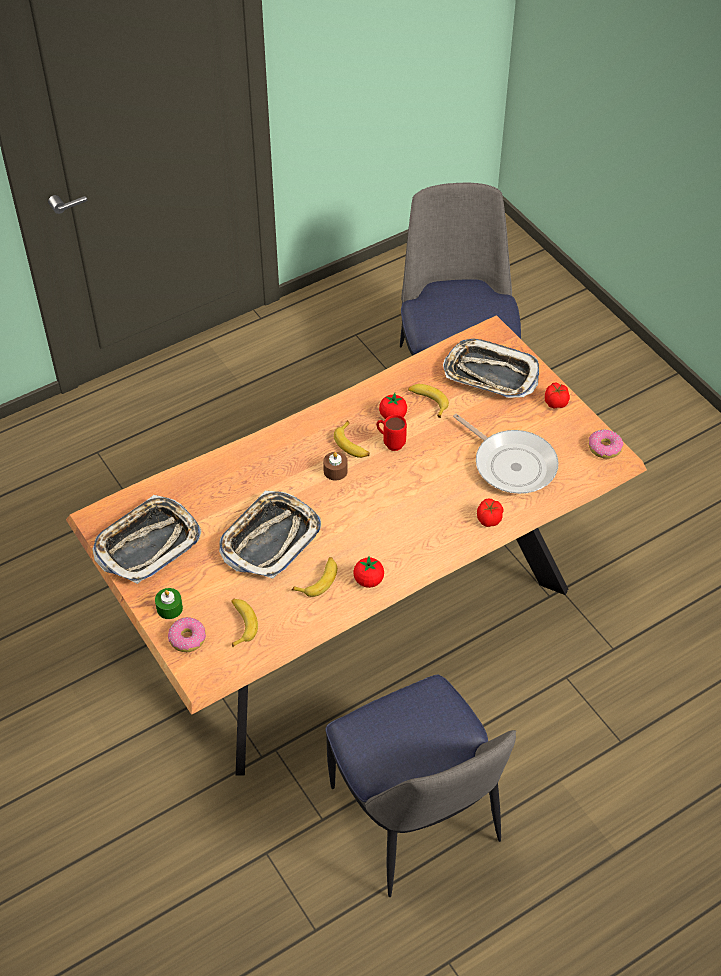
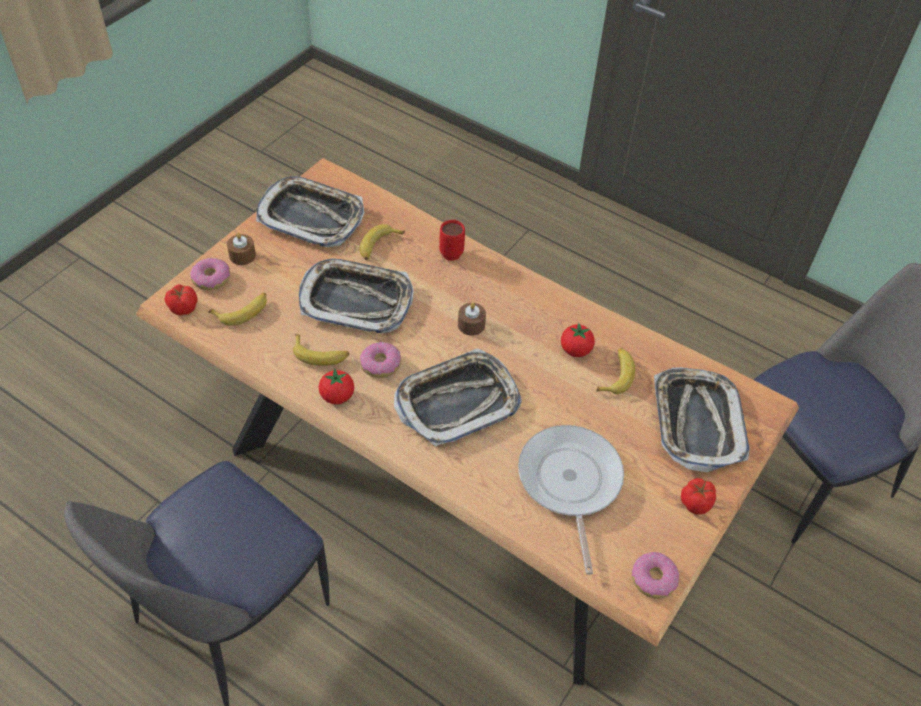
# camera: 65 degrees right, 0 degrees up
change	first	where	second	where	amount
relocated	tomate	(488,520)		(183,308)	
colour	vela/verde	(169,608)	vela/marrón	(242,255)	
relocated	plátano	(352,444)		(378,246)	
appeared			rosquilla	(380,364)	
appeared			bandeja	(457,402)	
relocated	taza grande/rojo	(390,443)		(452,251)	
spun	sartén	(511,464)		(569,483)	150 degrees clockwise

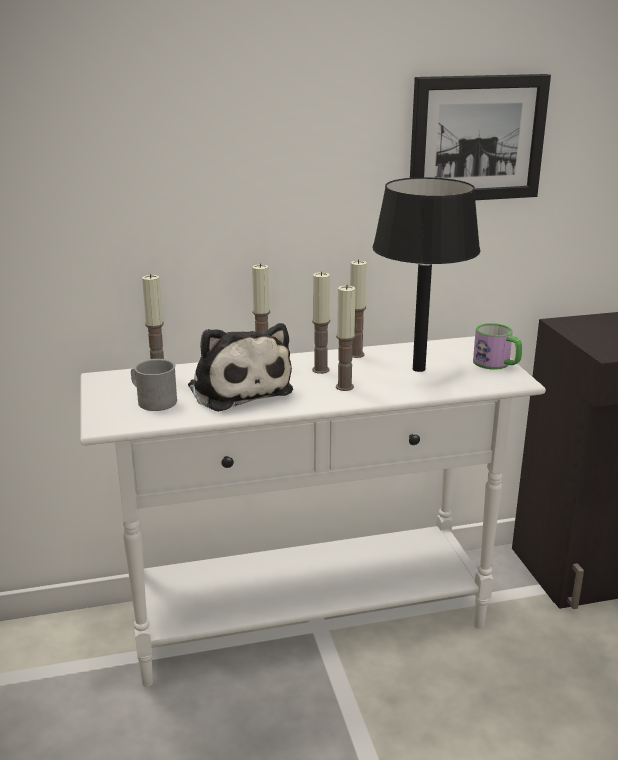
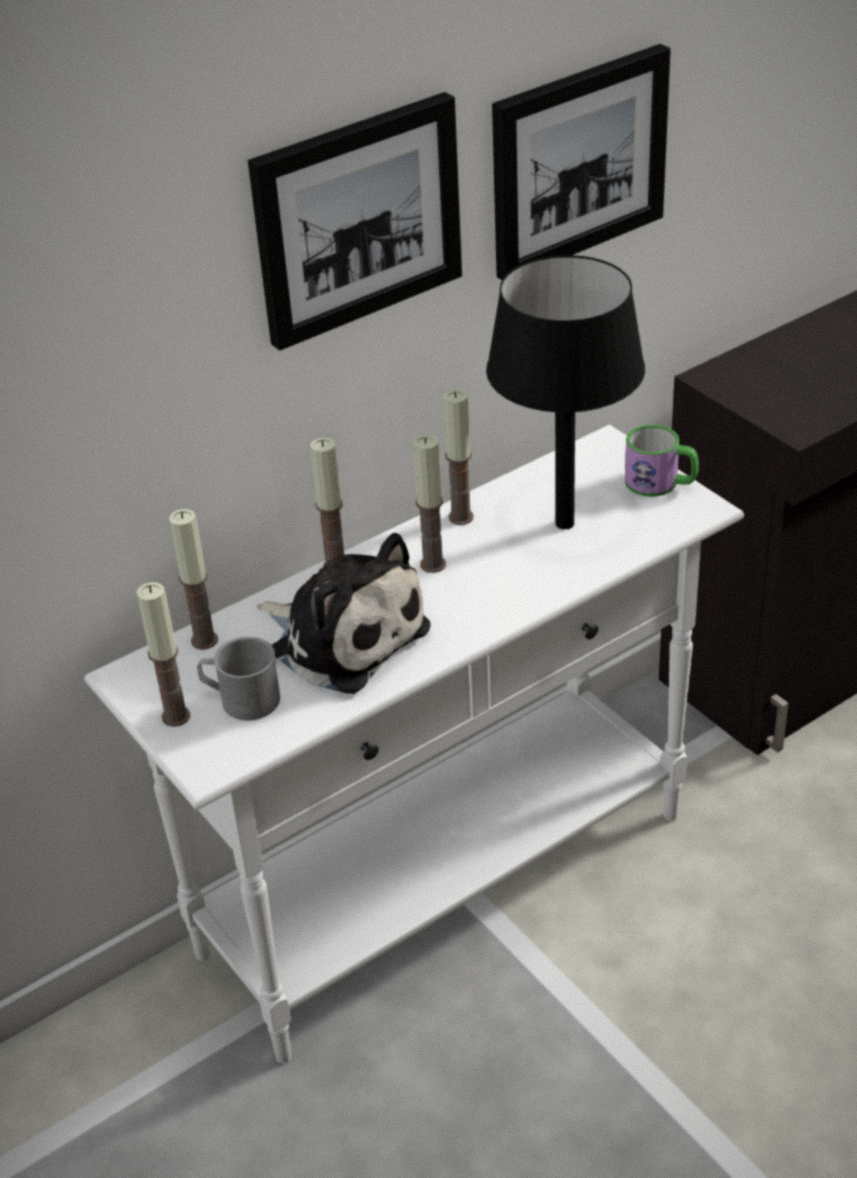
# camera: 20 degrees left, 15 degrees up
change	first	where	second	where	amount
relocated	vela	(344,387)		(176,716)	
appeared			cuadro	(357,219)	

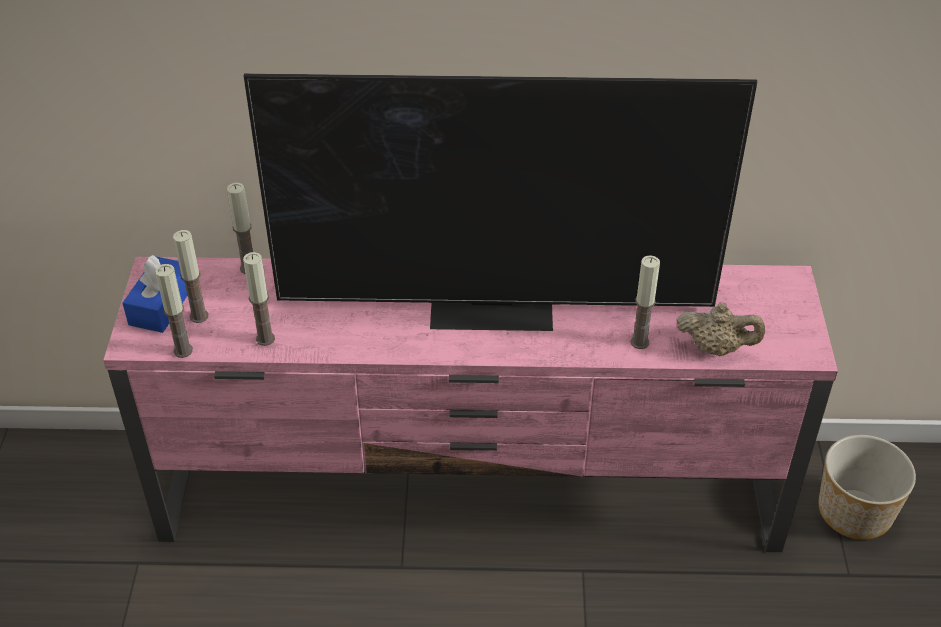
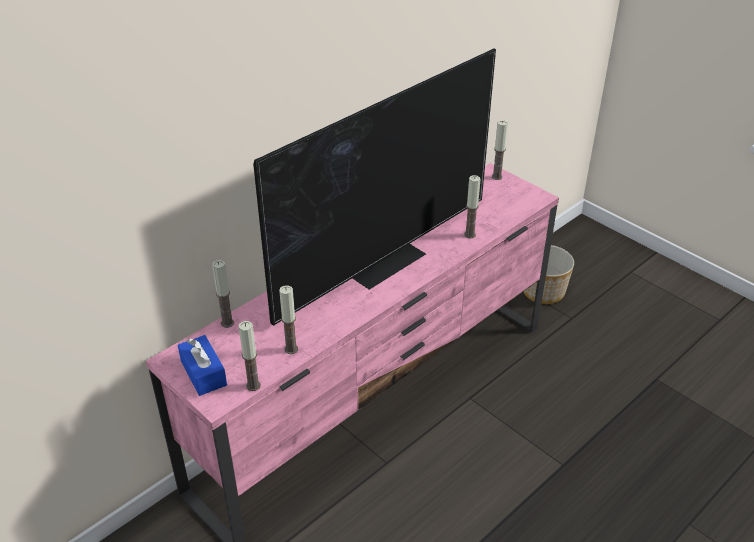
# camera: 45 degrees left, 5 degrees down
change	first	where	second	where	amount
relocated	vela	(199,316)		(497,177)	
missing	tetera/beis	(716,348)			

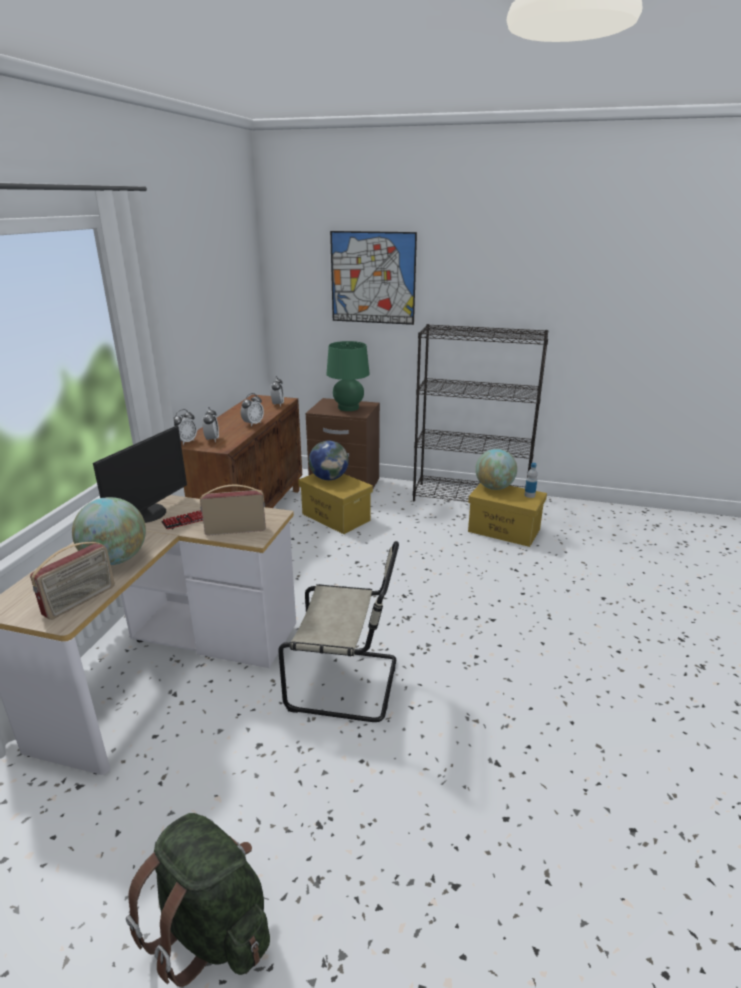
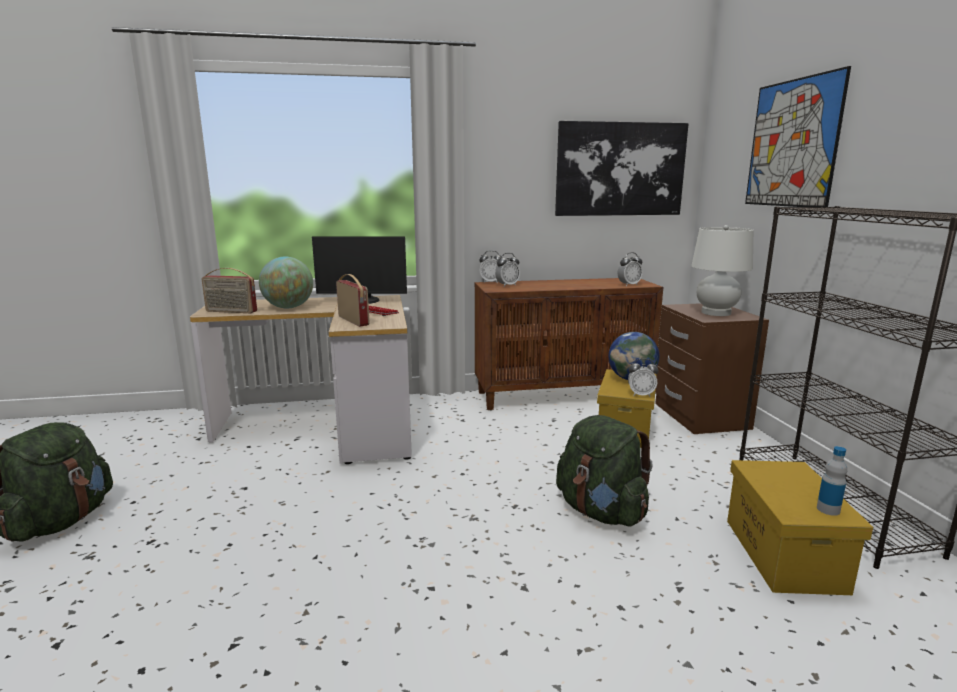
# camera: 65 degrees right, 10 degrees down
change	first	where	second	where	amount
appeared			cuadro	(620,169)	
appeared			mochila/verde	(601,512)	
relocated	despertador	(253,424)		(641,395)	
colour	lámpara de mesa/verde	(348,408)	lámpara de mesa/blanco	(716,313)	
missing	silla/beis	(348,683)			
missing	globo terráqueo	(494,487)			

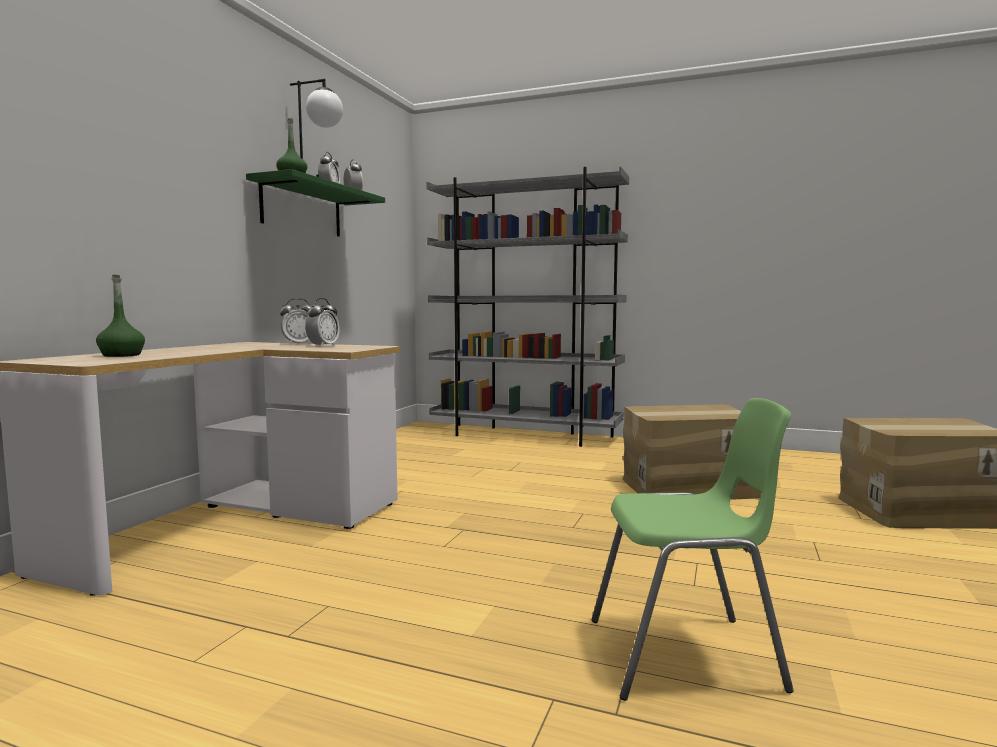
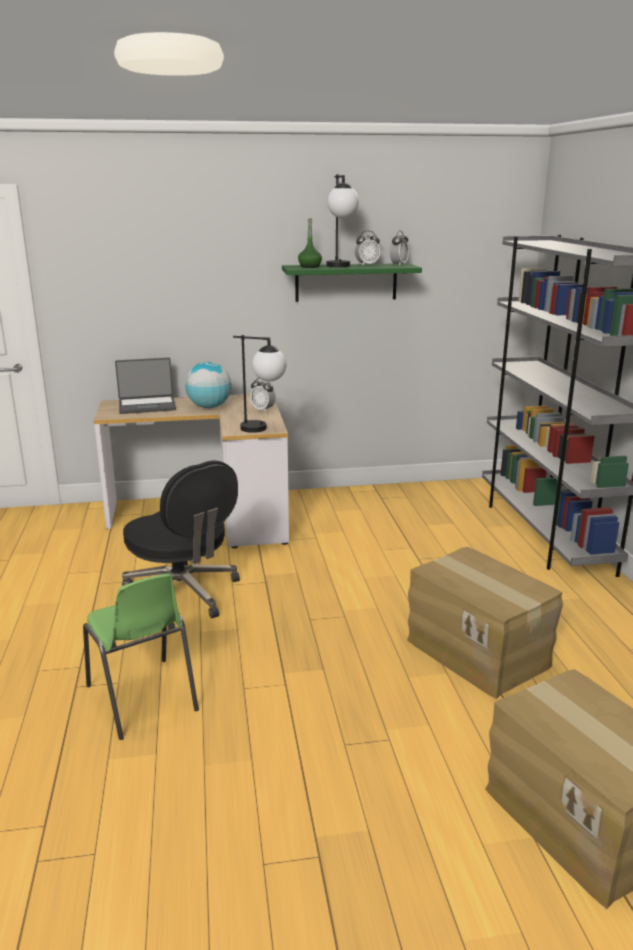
# camera: 60 degrees right, 15 degrees up
change	first	where	second	where	amount
exchanged	botella/verde	(121,355)	portátil	(147,406)	
appeared			silla de oficina/negro	(183,594)	
appeared			globo terráqueo	(209,407)	
appeared			lámpara de mesa	(263,429)	
missing	despertador	(323,346)			

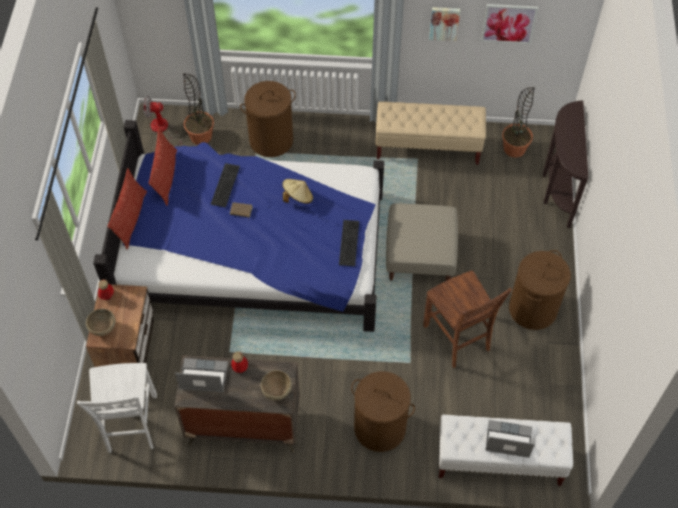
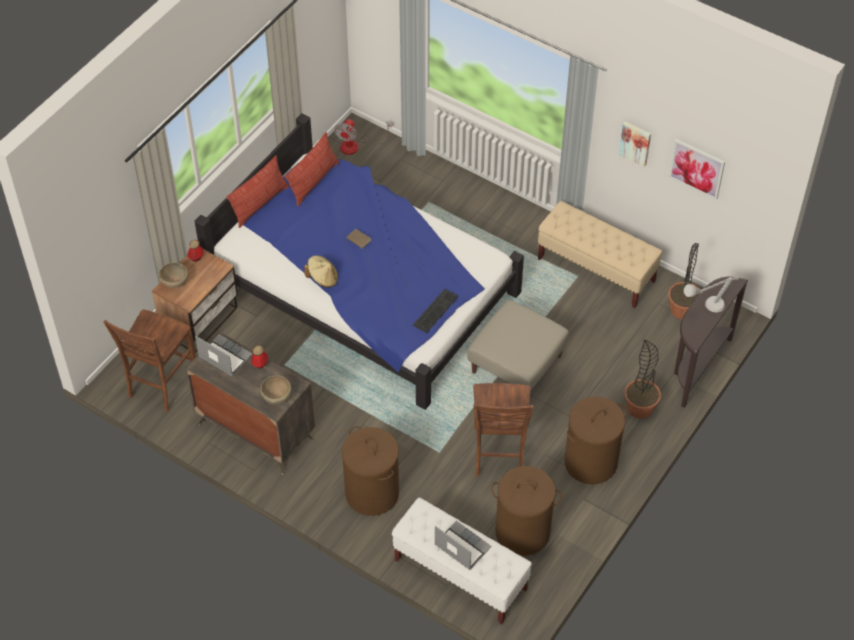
# camera: 30 degrees right, 5 degrees down
change	first	where	second	where	amount
colour	silla/blanco	(130,425)	silla/marrón	(161,384)	
relocated	sombrero/beis	(297,197)		(322,278)	
spun	ventilador	(163,130)		(356,145)	105 degrees counterclockwise
relocated	cesto de la ropa/marrón	(271,140)		(523,532)	
relocated	planta en maceta	(201,136)		(640,408)	
appeared			lámpara de mesa/gris	(706,308)	
missing	teclado	(224,184)			

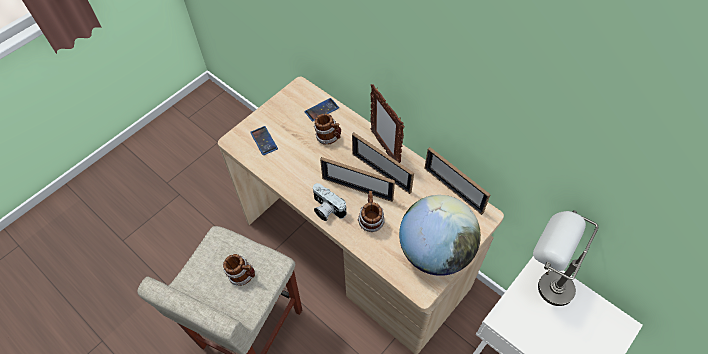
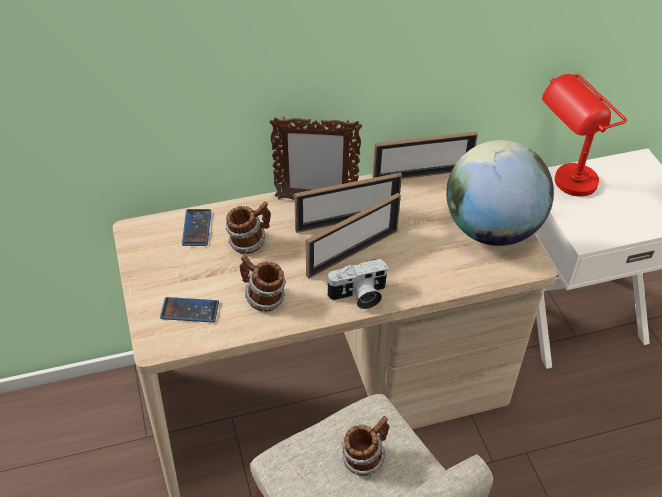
# camera: 60 degrees left, 10 degrees down
change	first	where	second	where	amount
relocated	taza grande	(370,220)		(262,298)	
colour	lámpara de mesa/gris	(543,283)	lámpara de mesa/rojo	(564,187)	

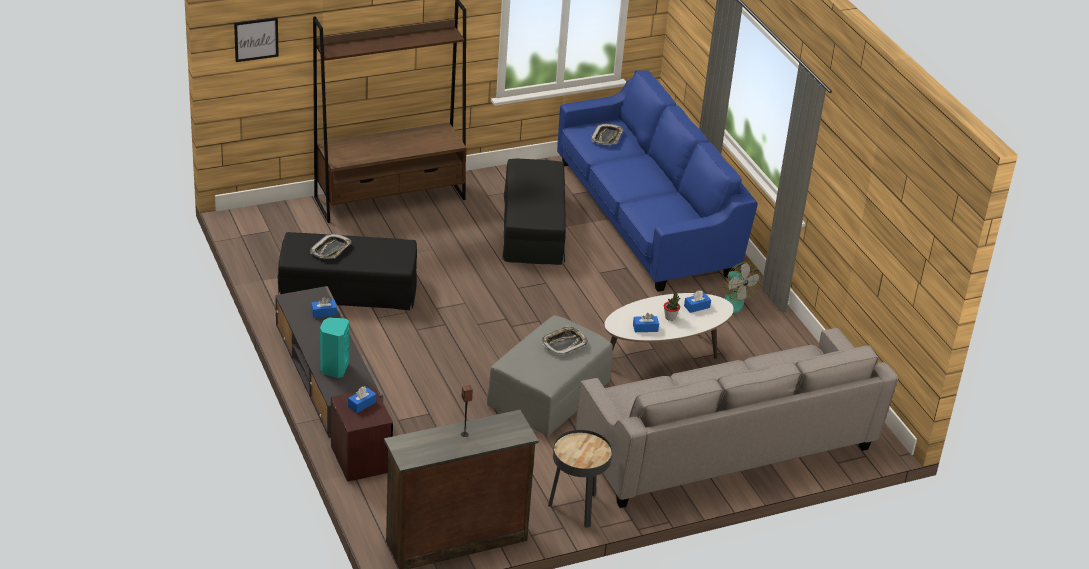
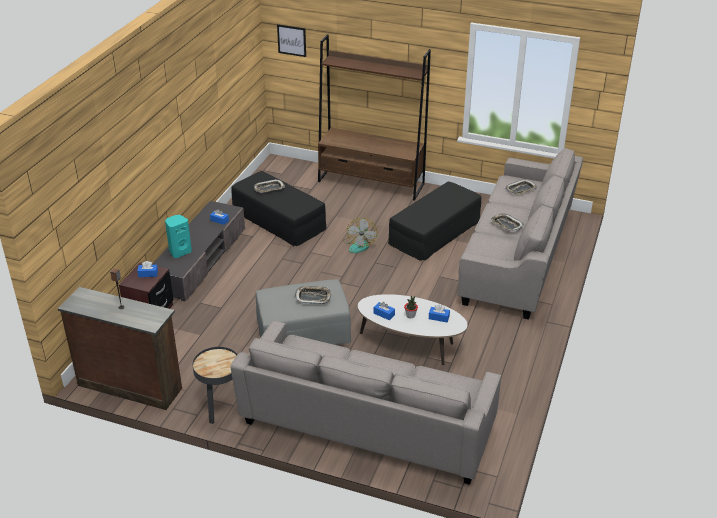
# camera: 45 degrees right, 0 degrees up
change	first	where	second	where	amount
relocated	ventilador	(729,300)		(359,244)	
colour	sofá/azul	(645,218)	sofá/gris	(517,257)	
appeared			bandeja	(506,224)	

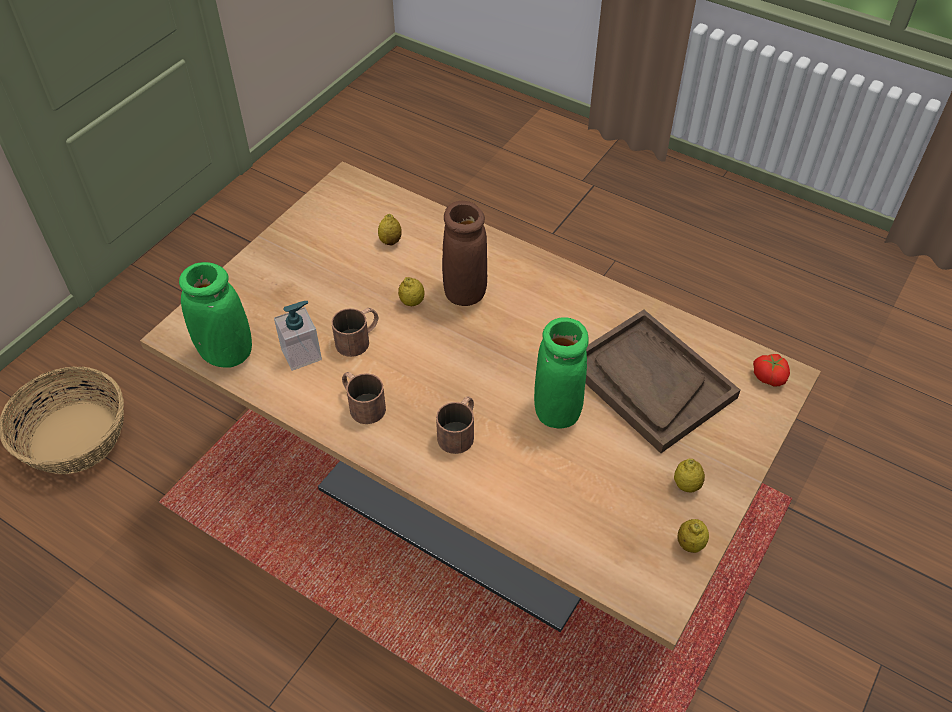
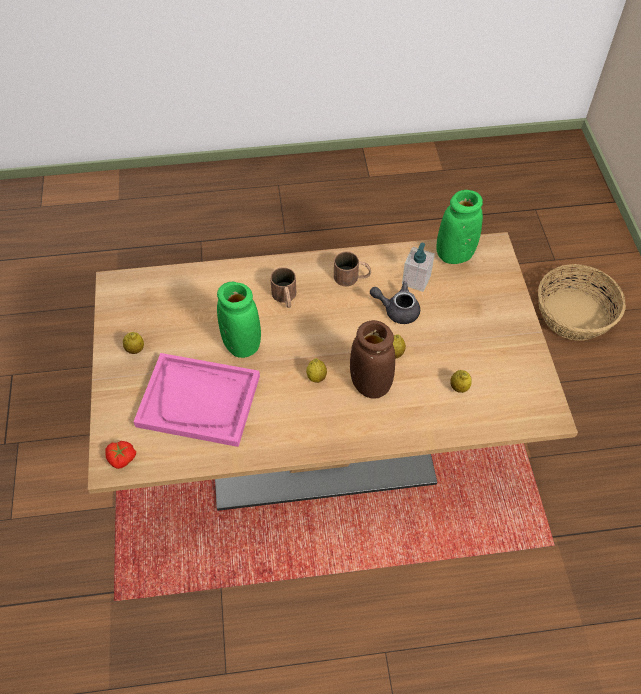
# camera: 140 degrees right, 5 degrees up
change	first	where	second	where	amount
colour	bandeja/marrón	(650,381)	bandeja/rosa	(199,401)	
relocated	limón	(690,544)		(316,377)	
exchanged	taza grande/marrón	(359,338)	tetera/gris	(397,310)	

